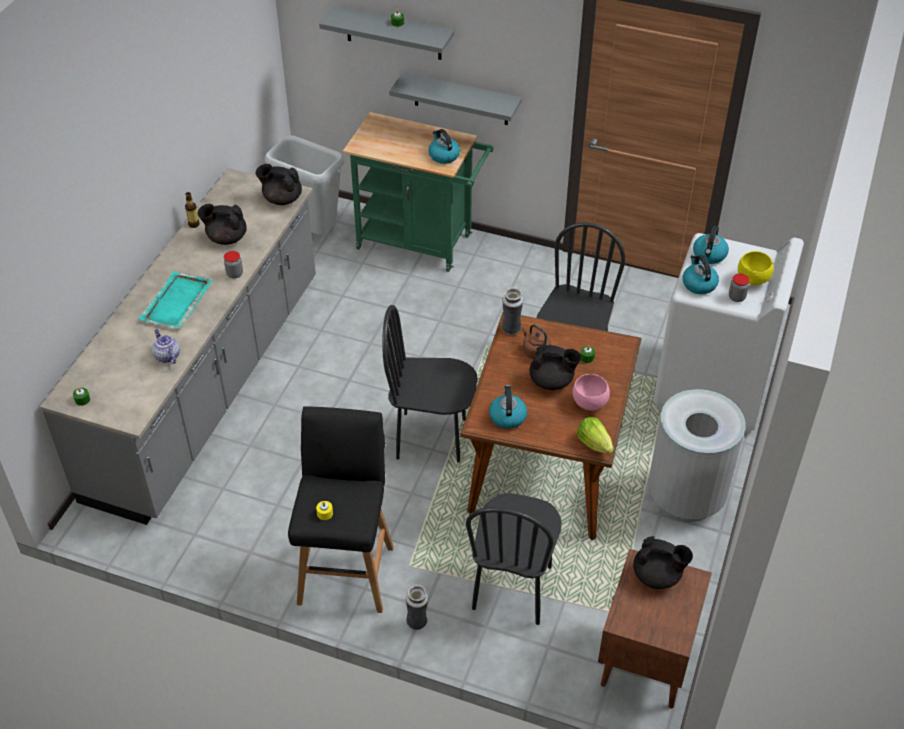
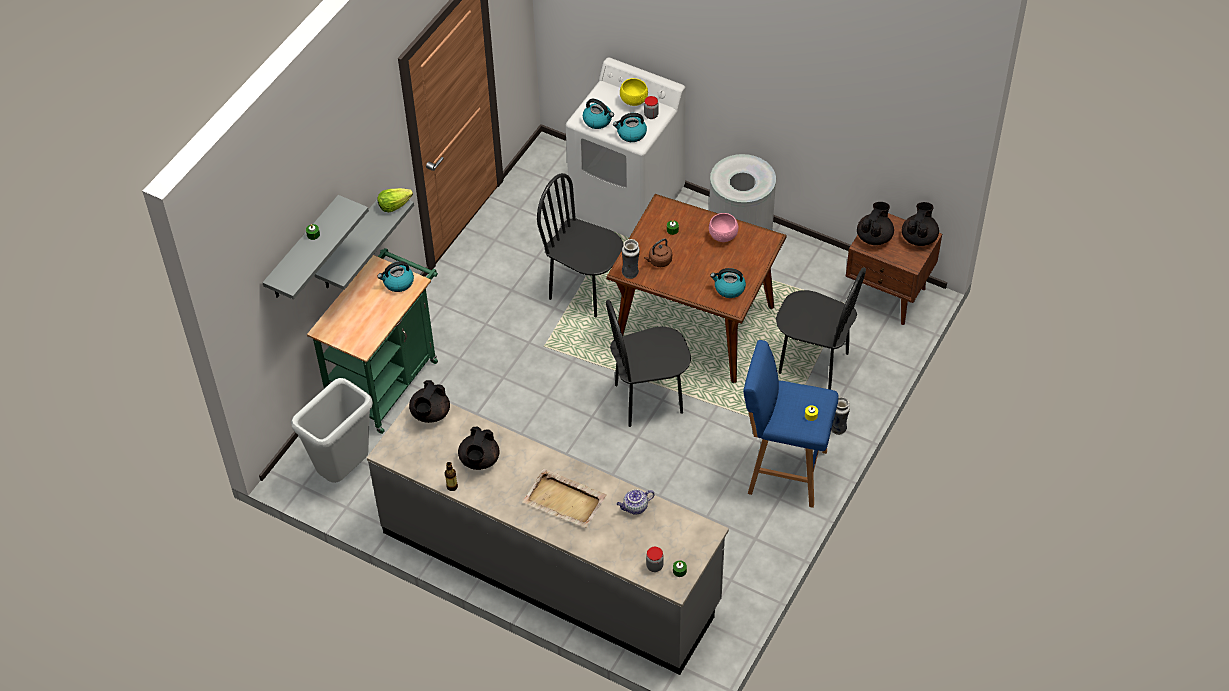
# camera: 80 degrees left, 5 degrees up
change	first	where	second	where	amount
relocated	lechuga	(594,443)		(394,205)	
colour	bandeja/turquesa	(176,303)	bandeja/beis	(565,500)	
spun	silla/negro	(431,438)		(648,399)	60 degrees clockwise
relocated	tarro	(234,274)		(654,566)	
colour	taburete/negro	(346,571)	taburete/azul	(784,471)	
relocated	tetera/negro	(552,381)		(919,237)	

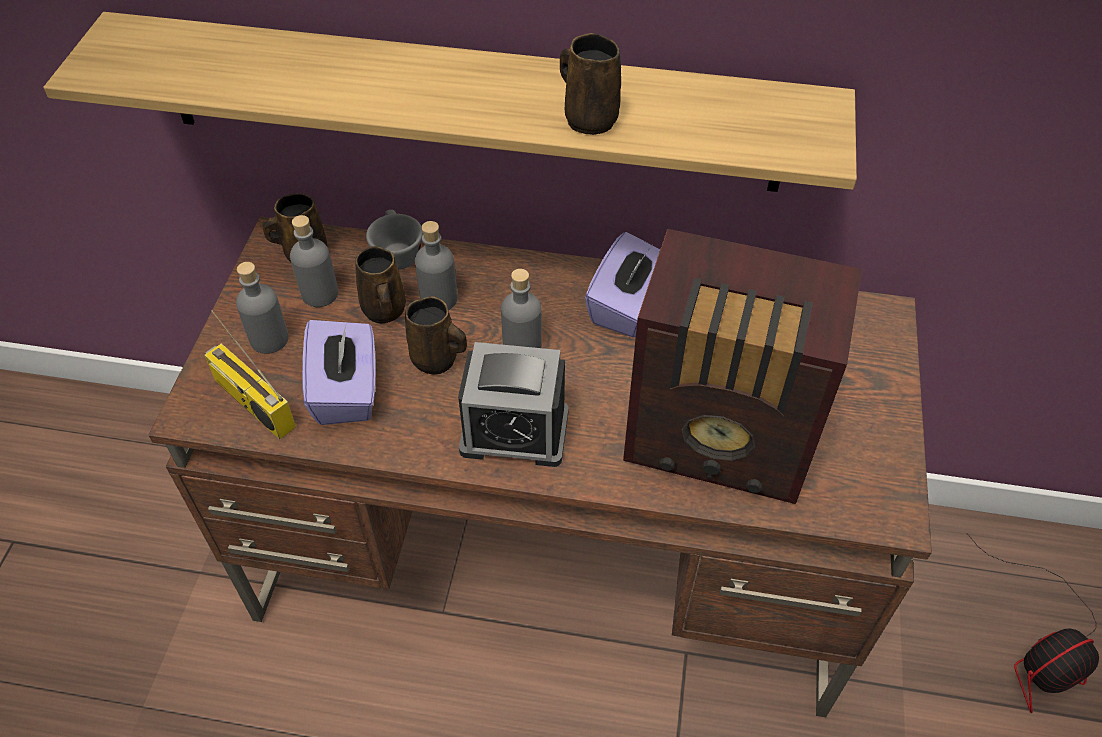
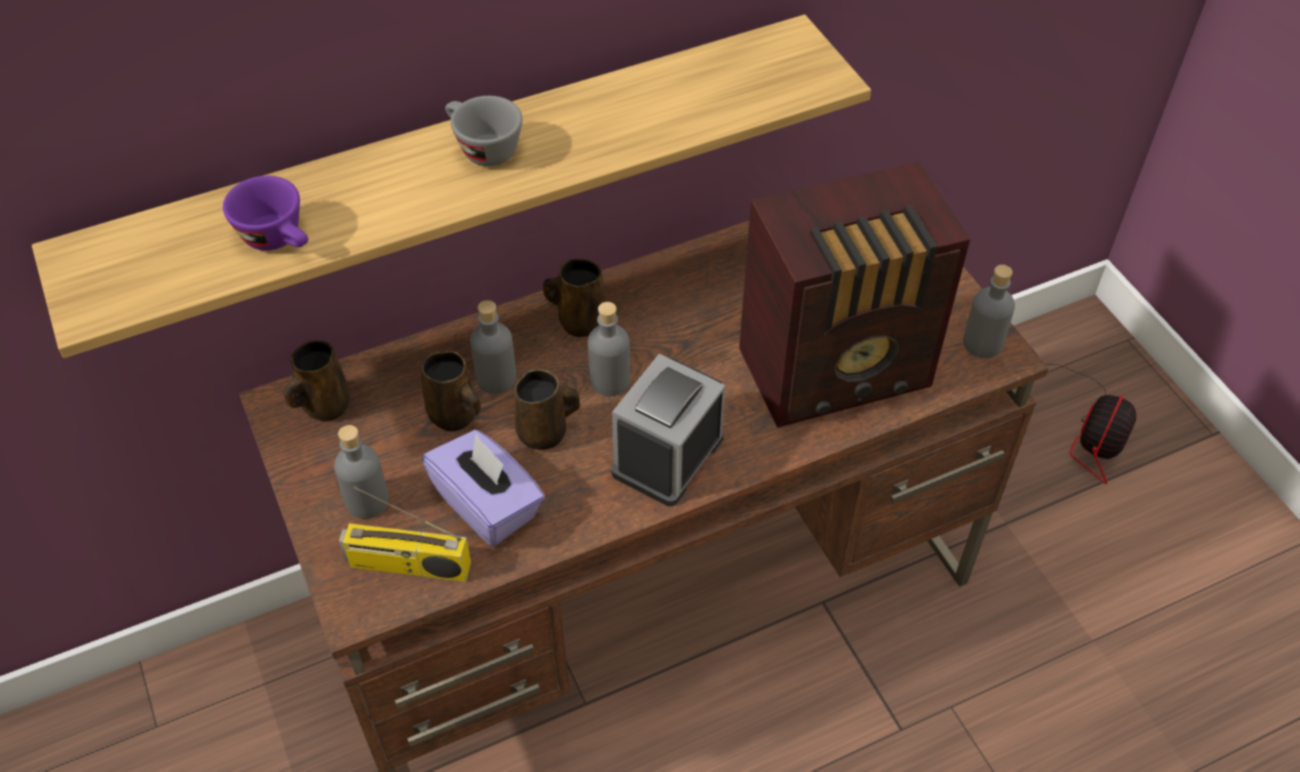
# camera: 35 degrees left, 0 degrees up
change	first	where	second	where	amount
appeared			taza/morado	(279,239)	
relocated	taza/gris	(396,252)		(482,148)	
relocated	taza grande/marrón	(588,118)		(579,321)	
spun	despertador	(514,431)		(668,455)	150 degrees clockwise
relocated	botella/gris	(319,293)		(982,343)	
missing	caja de pañuelos/morado	(629,306)			

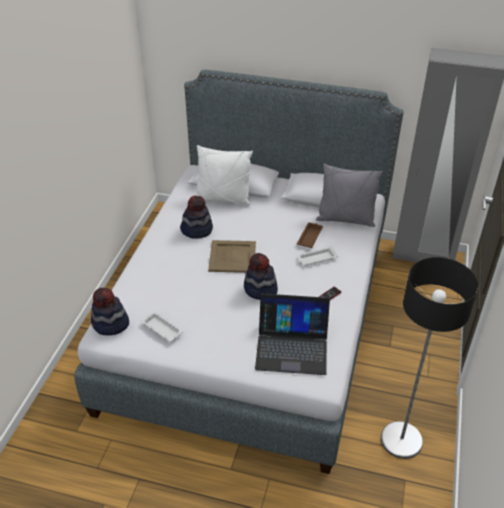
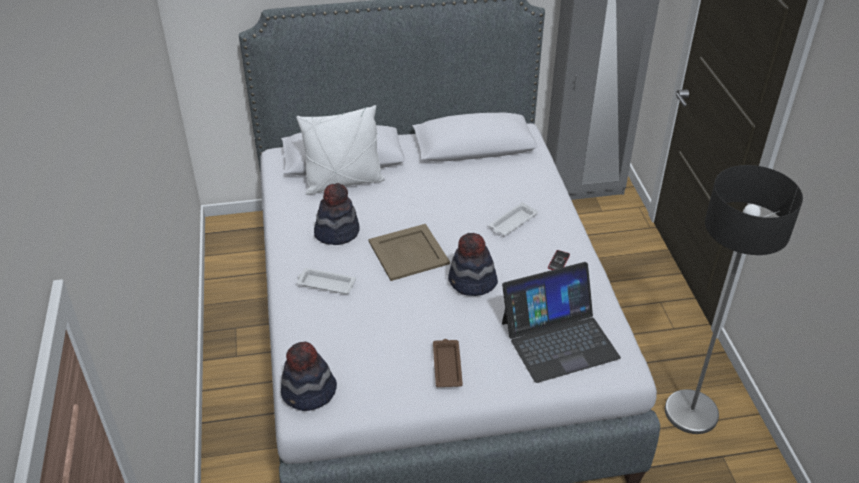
# camera: 25 degrees left, 0 degrees up
change	first	where	second	where	amount
relocated	bandeja/blanco	(161,328)		(325,284)	
relocated	bandeja/marrón	(310,237)		(447,365)	
missing	cojín/gris	(345,219)			

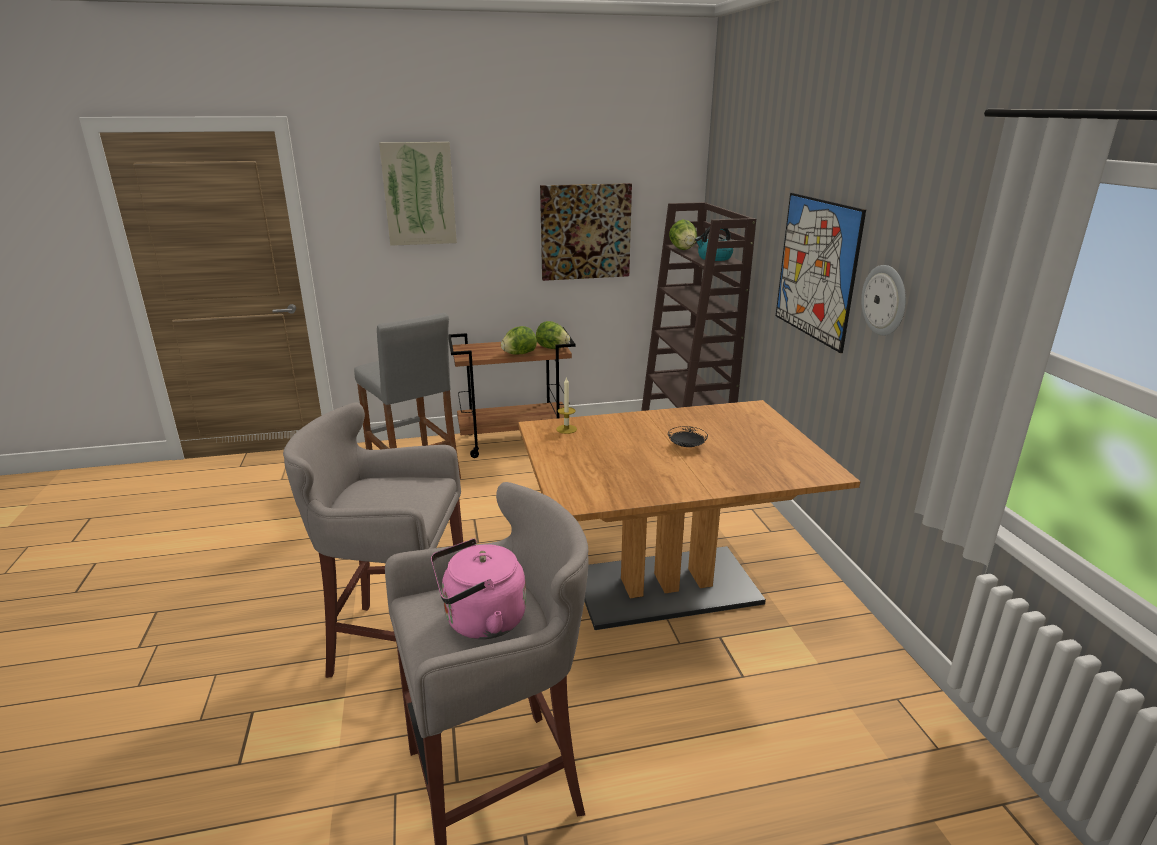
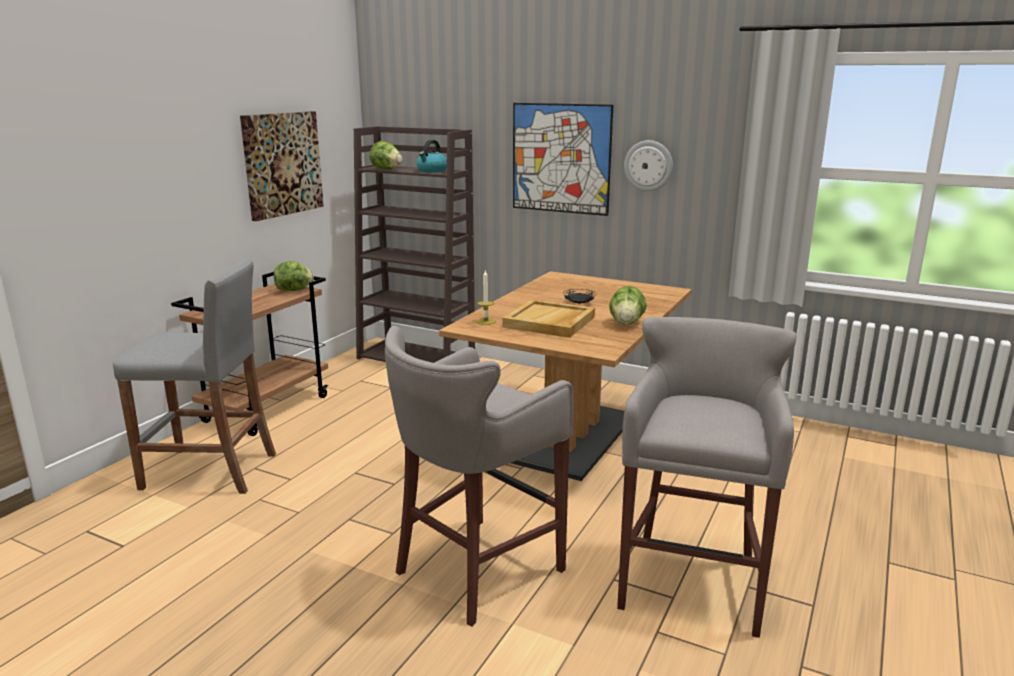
# camera: 50 degrees left, 5 degrees down
change	first	where	second	where	amount
appeared			bandeja/beis	(550,322)	
relocated	lechuga	(519,354)		(626,323)	
missing	cuadro	(419,194)			
missing	hervidor/rosa	(480,621)			

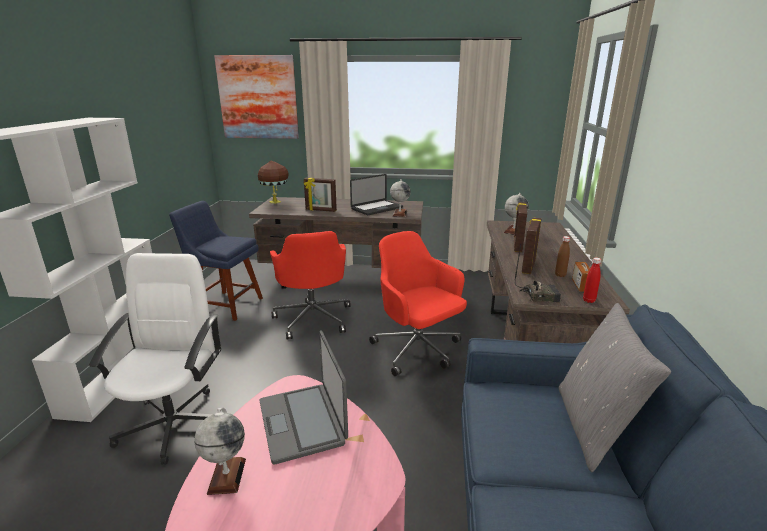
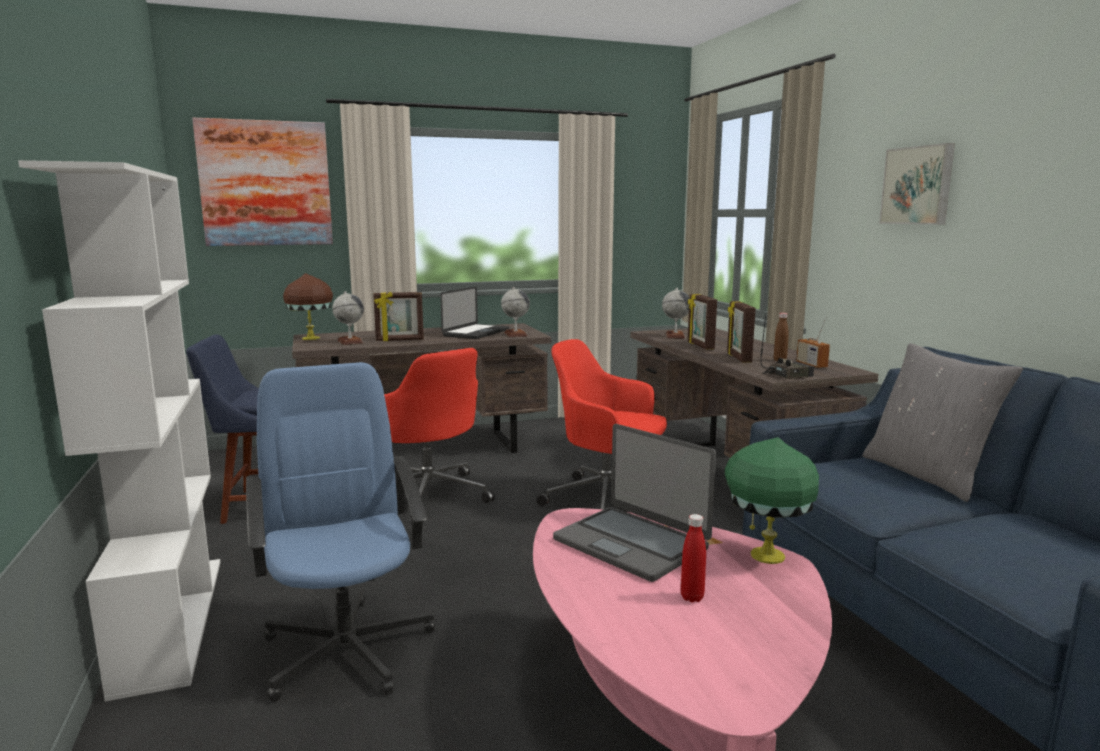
# camera: 25 degrees left, 10 degrees down
change	first	where	second	where	amount
colour	silla de oficina/blanco	(174,423)	silla de oficina/azul	(347,648)	
relocated	globo terráqueo	(227,475)		(350,342)	
relocated	botella/rojo	(589,300)		(692,597)	
appeared			lámpara de mesa/verde	(765,555)	
appeared			cuadro	(918,185)	

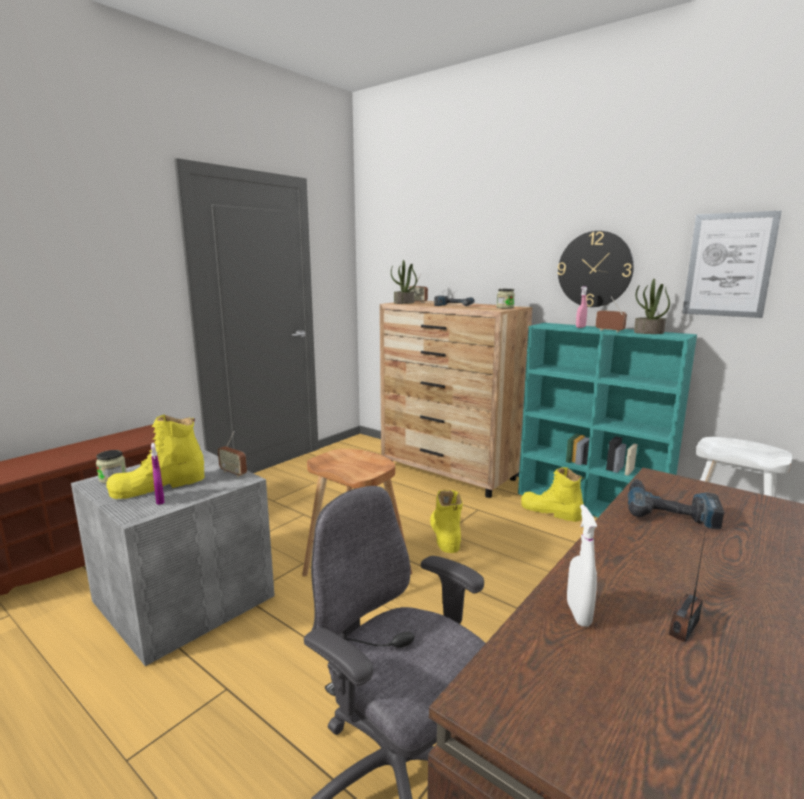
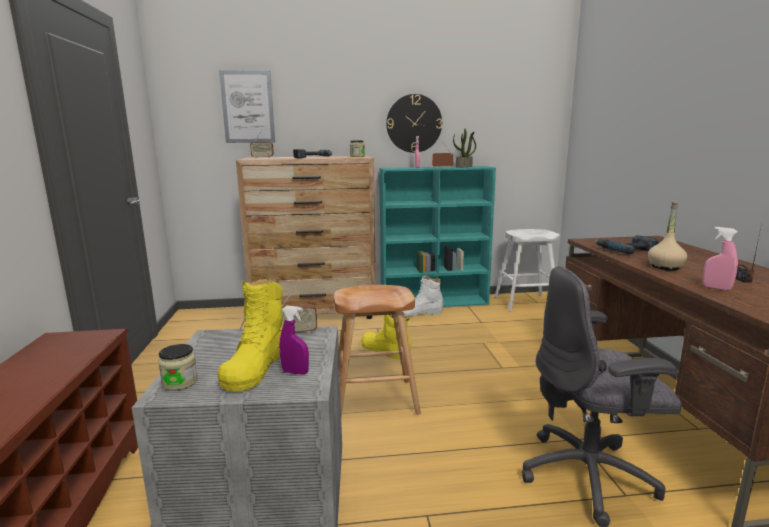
# camera: 45 degrees left, 0 degrees up
change	first	where	second	where	amount
relocated	cuadro	(729,265)		(248,107)	
colour	bota/amarillo	(550,511)	bota/blanco	(419,313)	
appeared			botella/beis	(665,267)	
colour	pulverizador/blanco	(578,614)	pulverizador/rosa	(716,288)	
missing	planta en maceta	(404,303)			

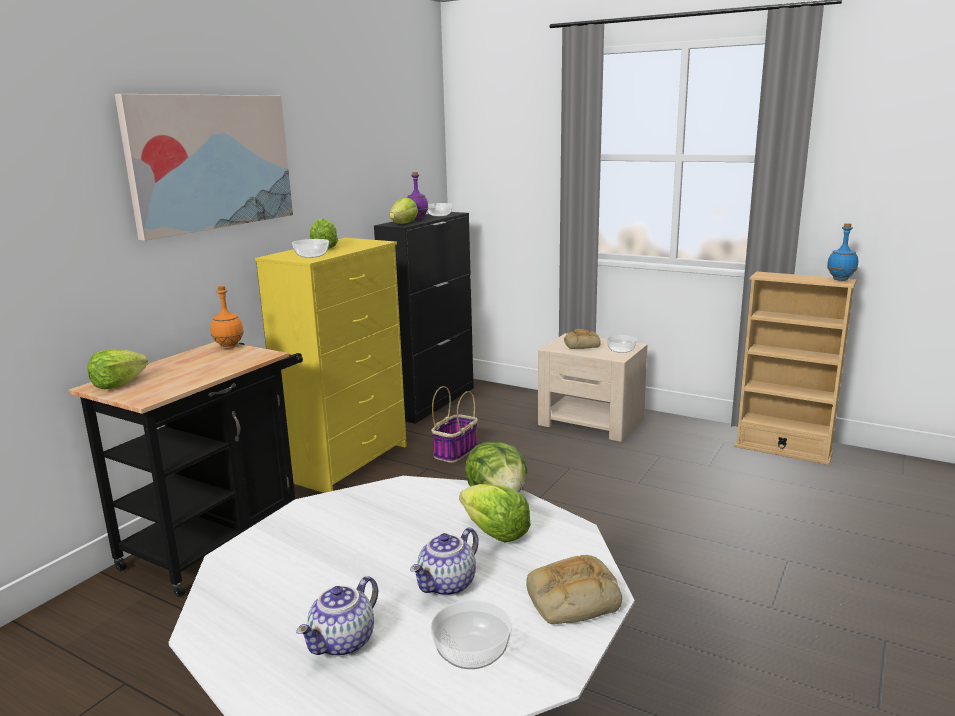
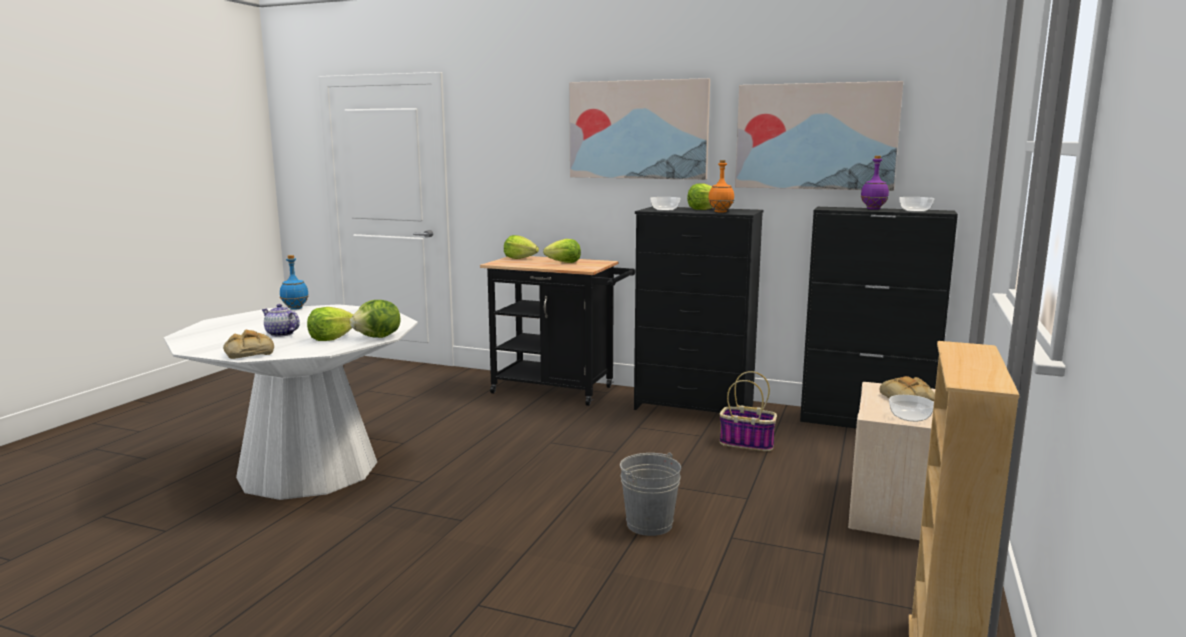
# camera: 80 degrees right, 5 degrees down
change	first	where	second	where	amount
relocated	botella/azul	(840,279)		(295,308)	
relocated	lechuga	(403,224)		(564,262)	
appeared			cubo/gris	(649,524)	
colour	cómoda/amarillo	(348,462)	cómoda/negro	(694,408)	
relocated	botella/naranja	(229,347)		(721,212)	
appeared			cuadro	(815,136)	
missing	tetera	(343,643)			
missing	cuenco	(473,651)			

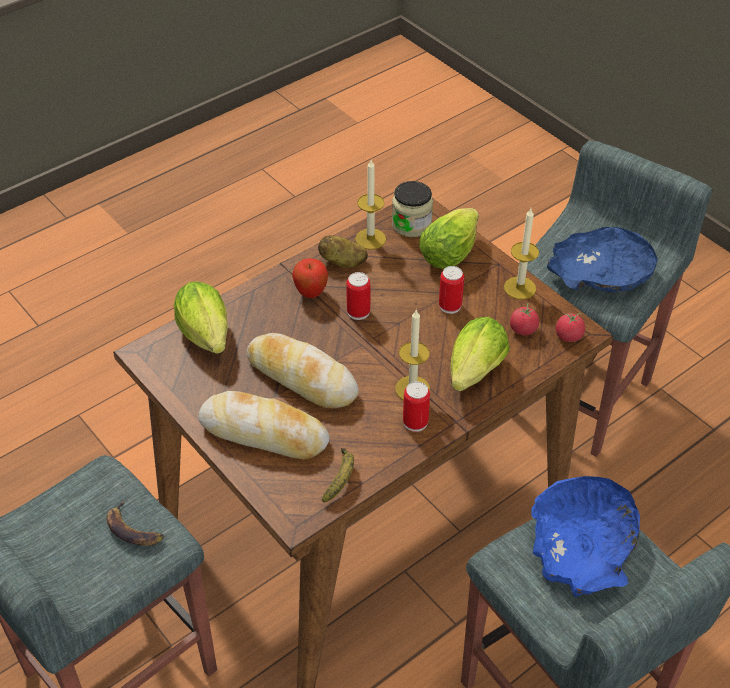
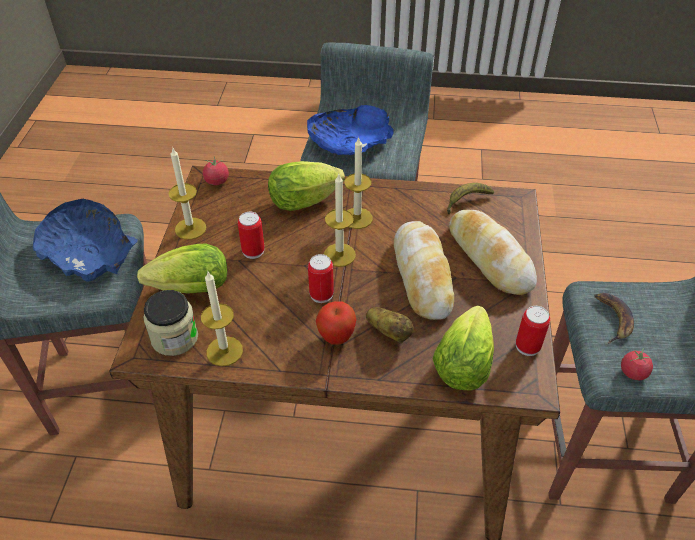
# camera: 135 degrees left, 0 degrees up
change	first	where	second	where	amount
appeared			vela	(339,255)	
relocated	patata	(342,262)		(389,332)	
relocated	lata	(415,422)		(527,346)	
relocated	tomate	(523,329)		(633,372)	

